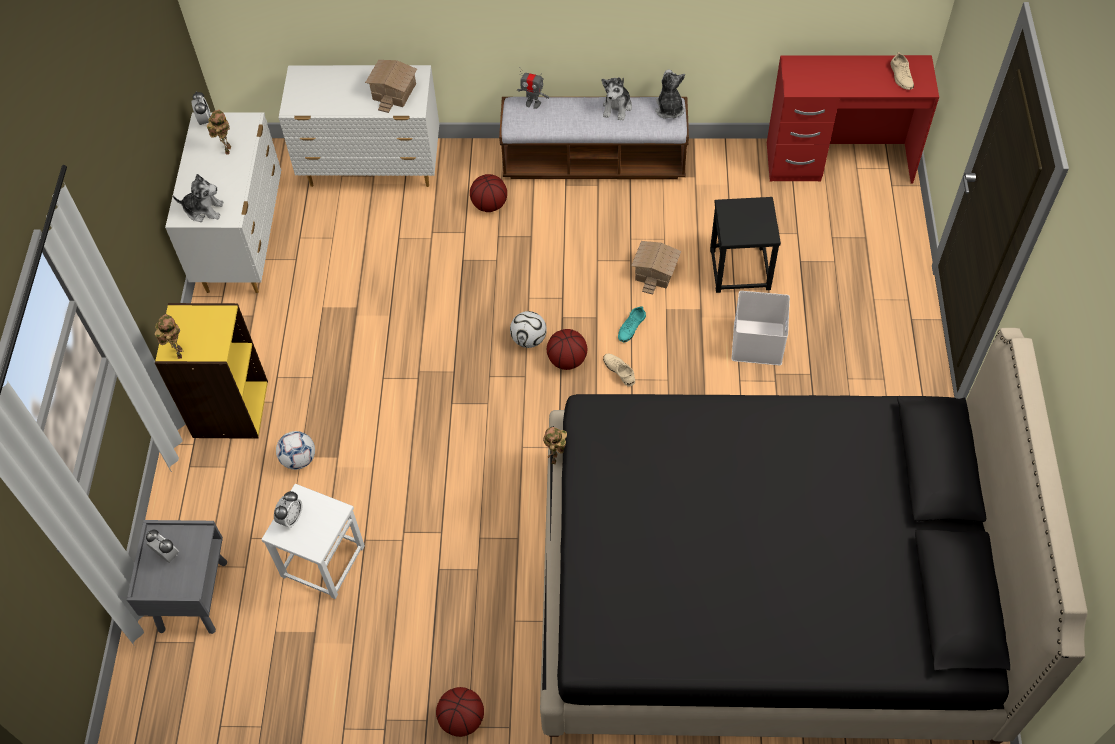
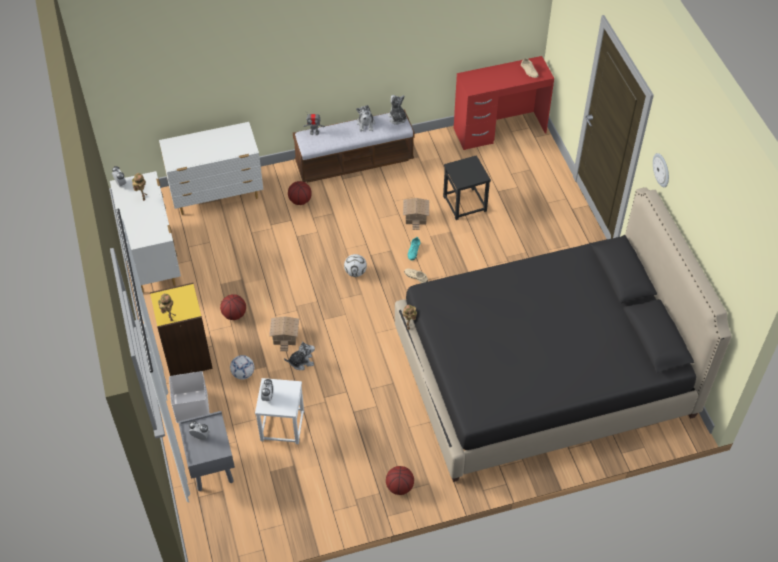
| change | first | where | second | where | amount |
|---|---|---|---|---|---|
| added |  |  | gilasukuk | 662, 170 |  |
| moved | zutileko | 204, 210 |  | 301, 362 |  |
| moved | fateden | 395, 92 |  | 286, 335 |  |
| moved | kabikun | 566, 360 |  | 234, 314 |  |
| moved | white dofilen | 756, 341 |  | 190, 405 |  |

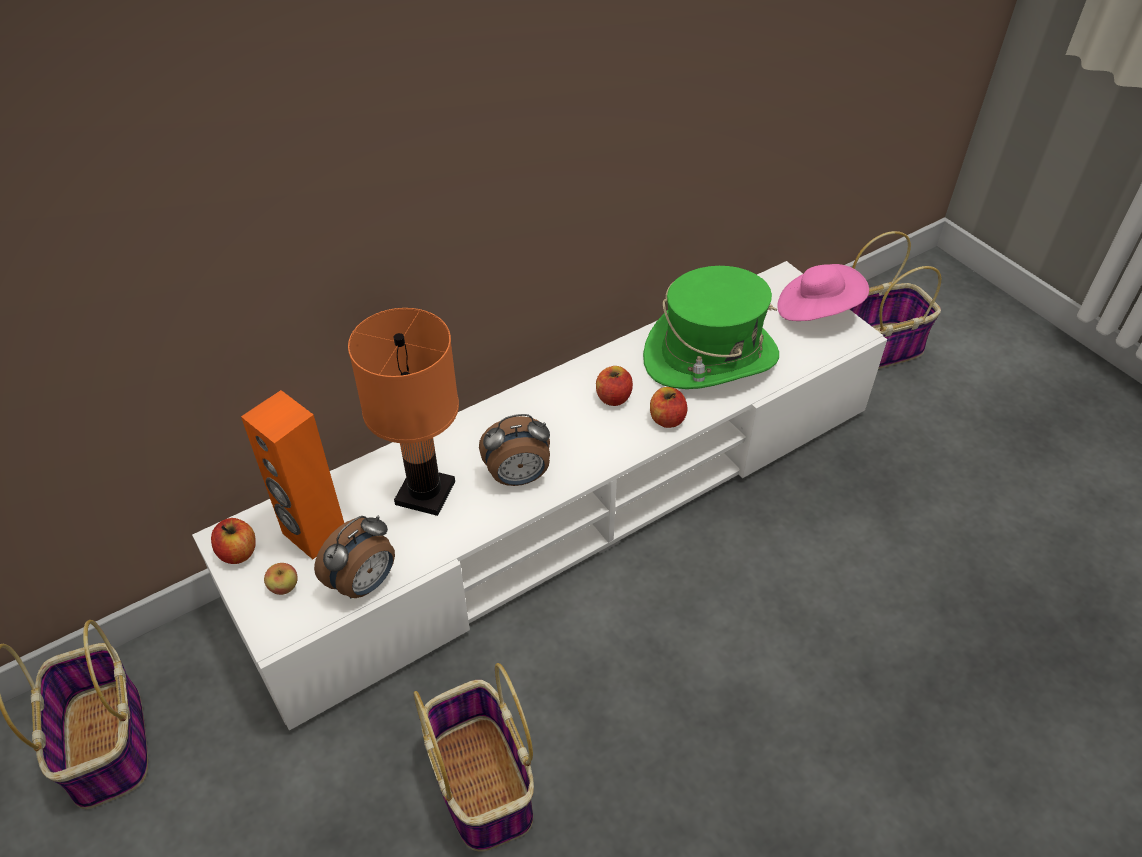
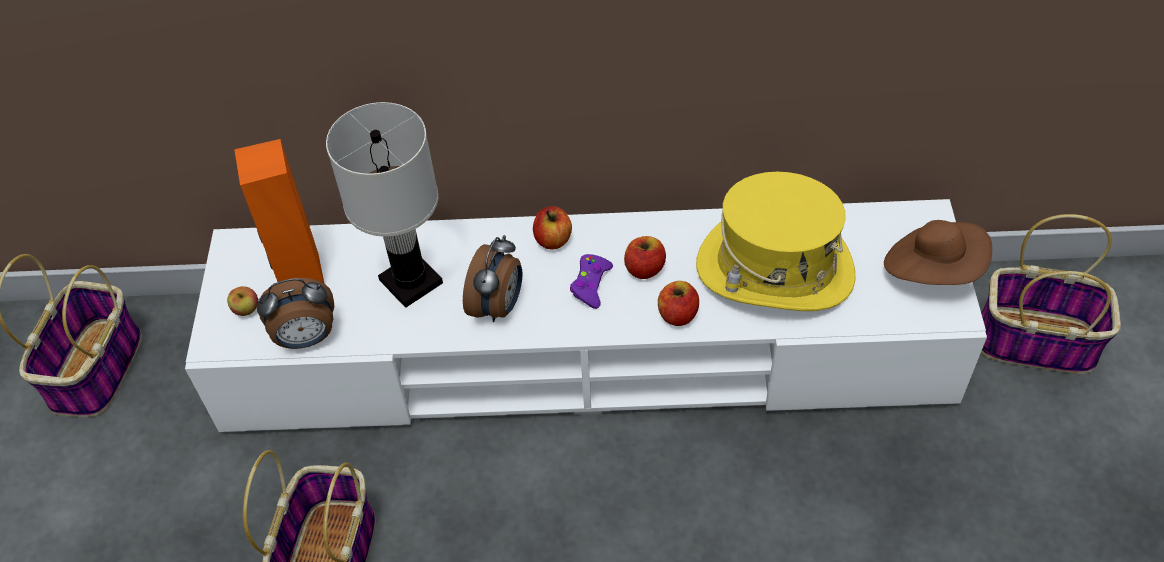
| change | first | where | second | where | amount |
|---|---|---|---|---|---|
| added |  |  | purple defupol | 590, 285 |  |
| moved | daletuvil | 238, 552 |  | 553, 239 |  |
| recoloured | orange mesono | 425, 492 | white mesono | 411, 281 |  |
| recoloured | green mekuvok | 710, 357 | yellow mekuvok | 774, 270 |  |
| recoloured | pink mekuvok | 816, 310 | brown mekuvok | 933, 270 |  |
| turned | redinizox | 518, 477 |  | 498, 306 | 90 degrees counterclockwise |

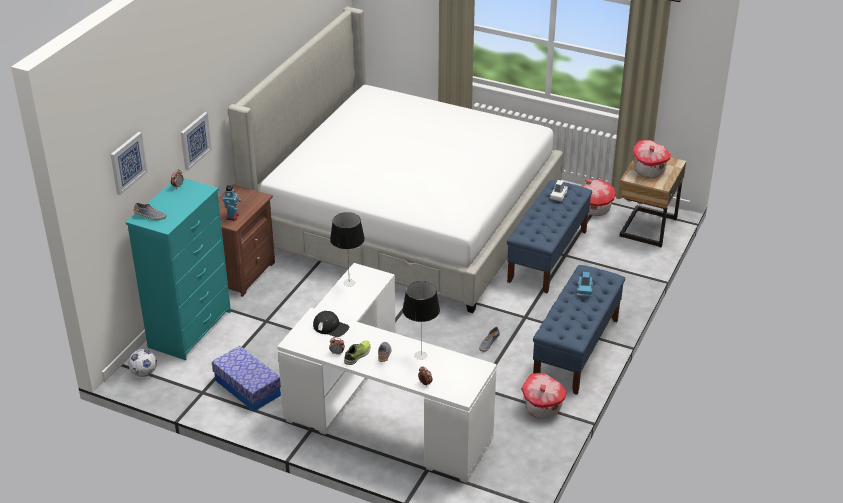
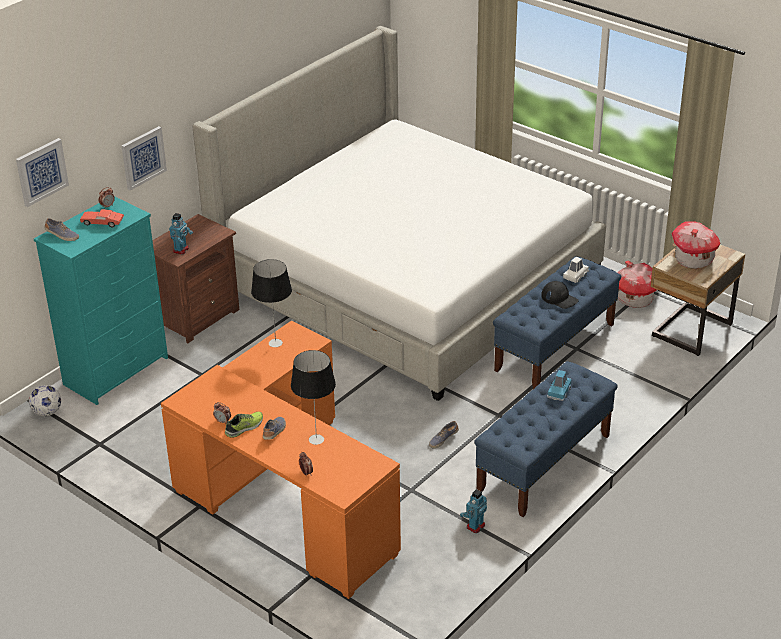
| change | first | where | second | where | amount |
|---|---|---|---|---|---|
| removed | dofilen | 247, 388 |  |  |  |
| added |  |  | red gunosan | 102, 223 |  |
| moved | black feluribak | 331, 327 |  | 559, 298 |  |
| replaced | fateden | 542, 408 | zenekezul | 475, 526 |  |
| recoloured | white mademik | 378, 412 | orange mademik | 283, 498 |  |

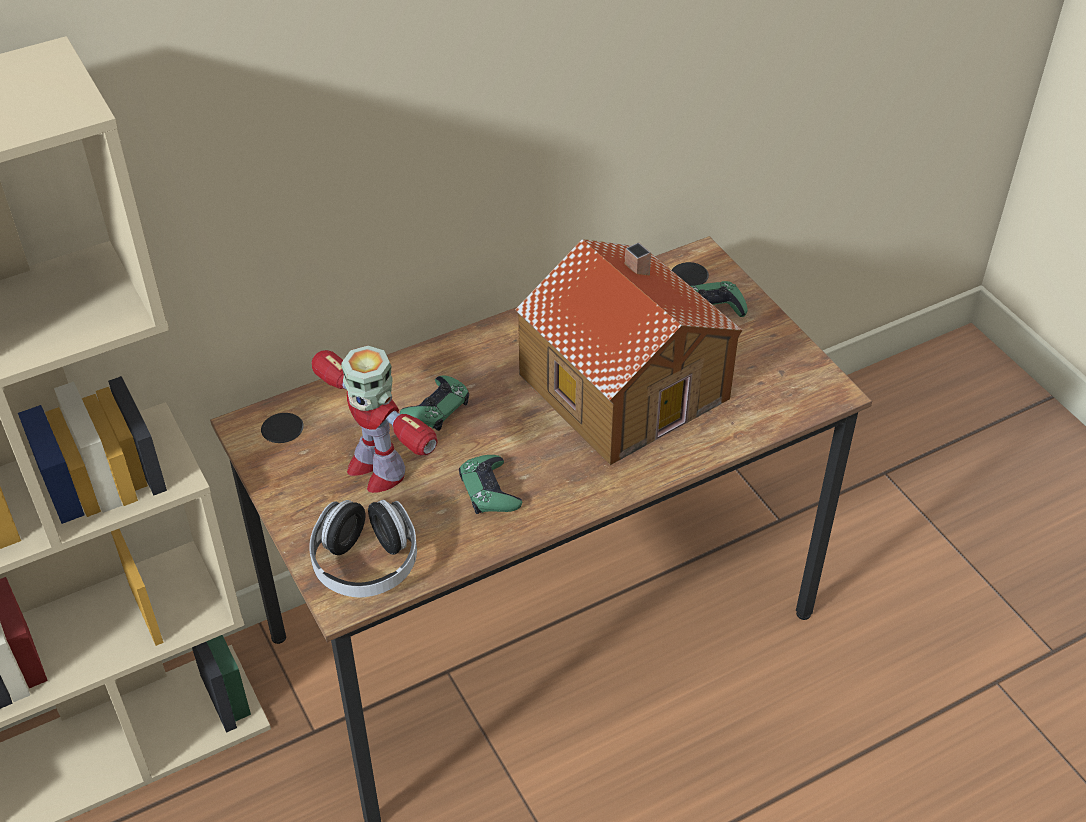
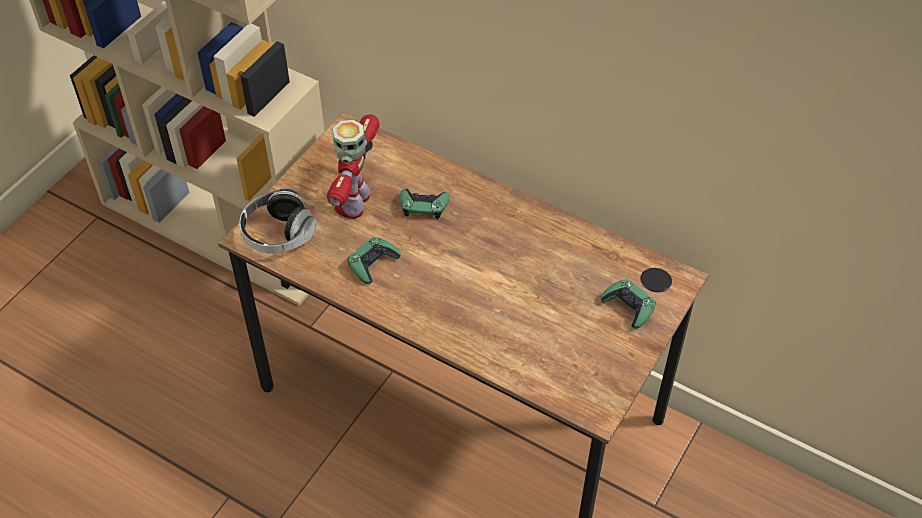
| change | first | where | second | where | amount |
|---|---|---|---|---|---|
| removed | fateden | 624, 383 |  |  |  |

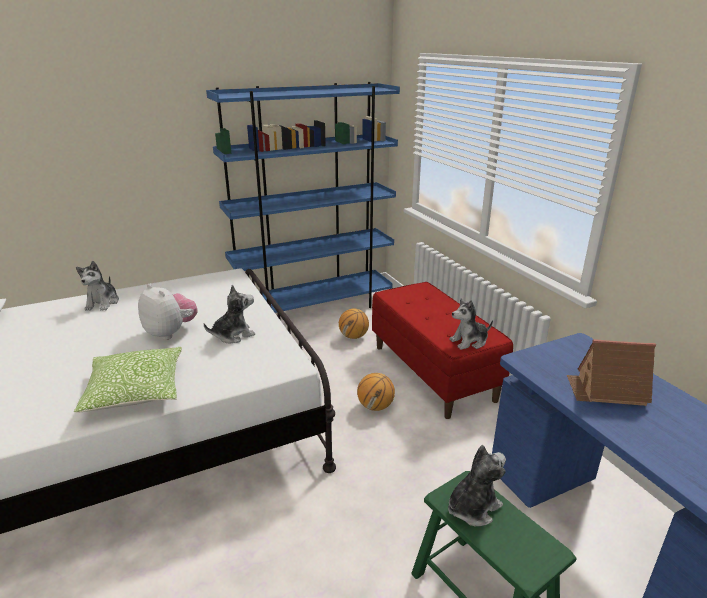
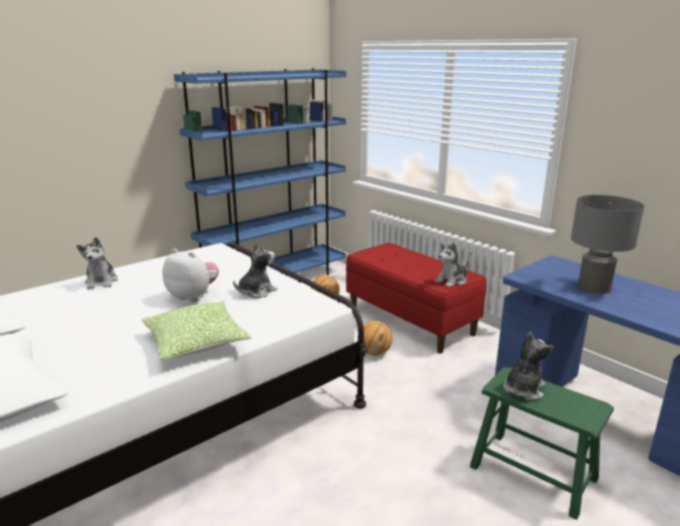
| change | first | where | second | where | amount |
|---|---|---|---|---|---|
| replaced | fateden | 606, 390 | grey mesono | 594, 287 |  |

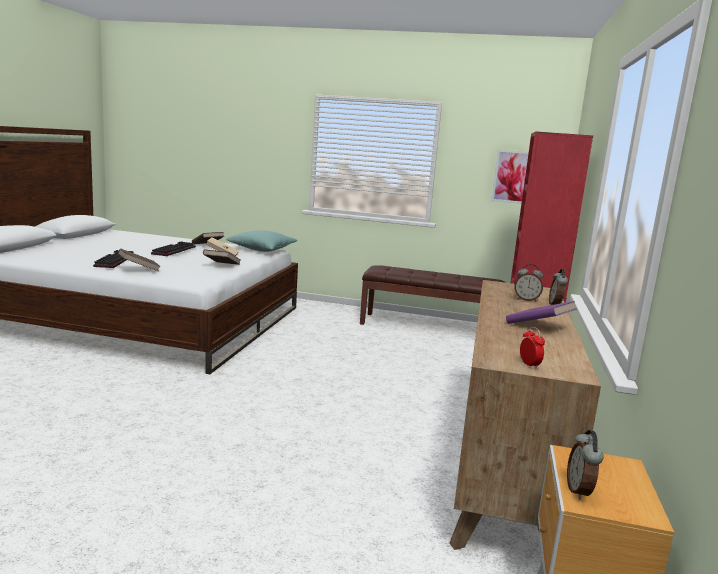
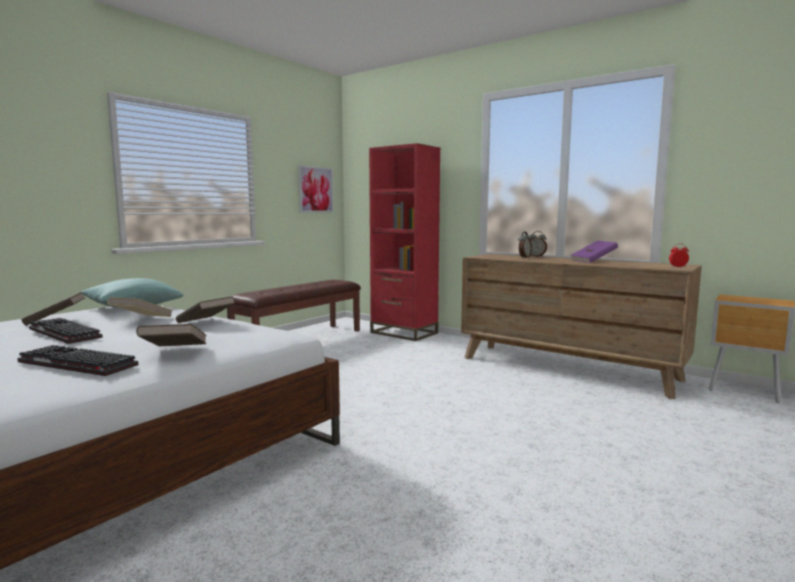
| change | first | where | second | where | amount |
|---|---|---|---|---|---|
| removed | redinizox | 580, 491 |  |  |  |

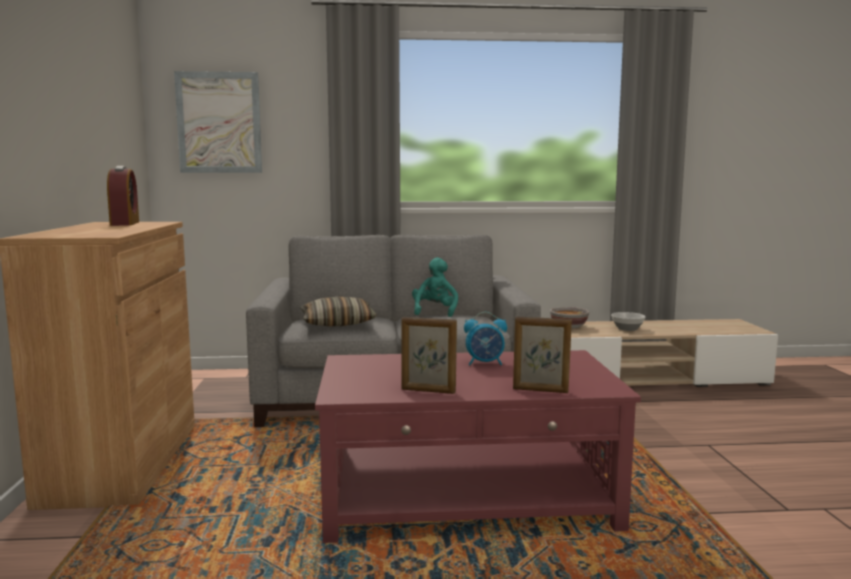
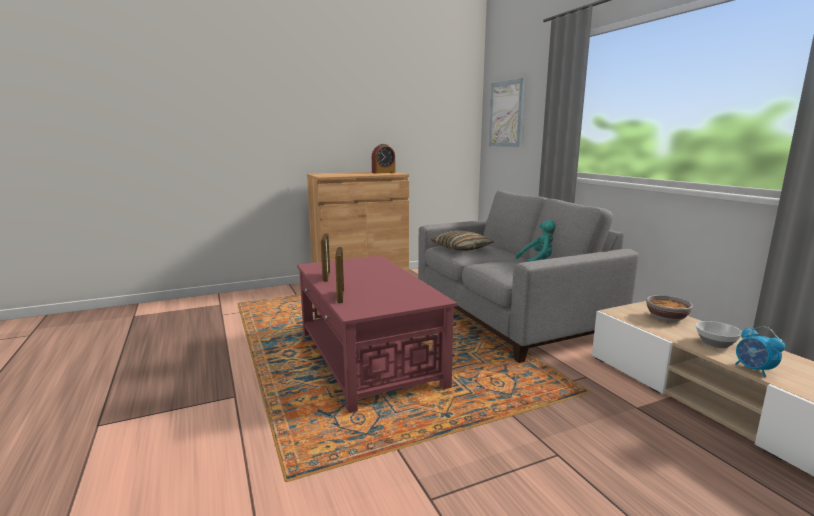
| change | first | where | second | where | amount |
|---|---|---|---|---|---|
| moved | redinizox | 485, 363 |  | 754, 370 |  |

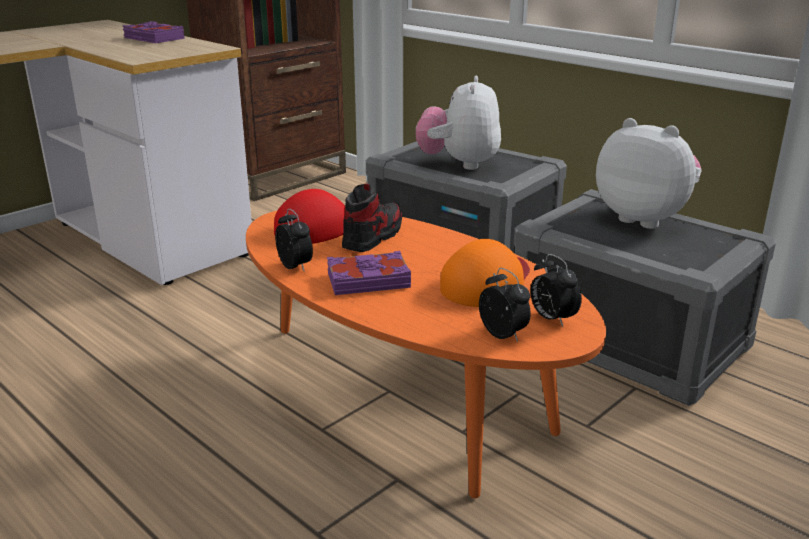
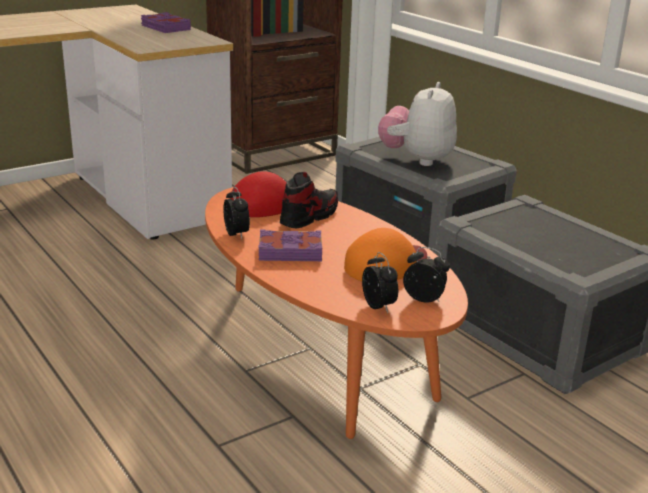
| change | first | where | second | where | amount |
|---|---|---|---|---|---|
| removed | zutileko | 644, 218 |  |  |  |
| turned | redinizox | 551, 319 |  | 424, 299 | 135 degrees clockwise |

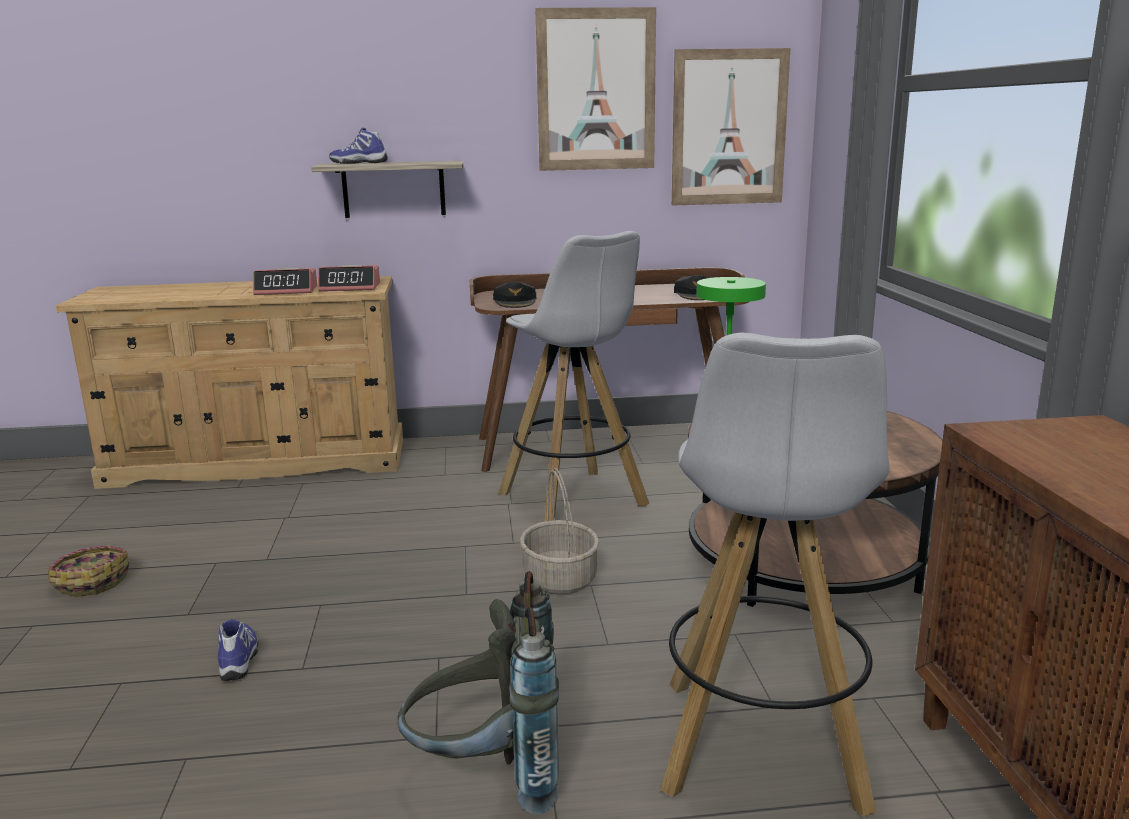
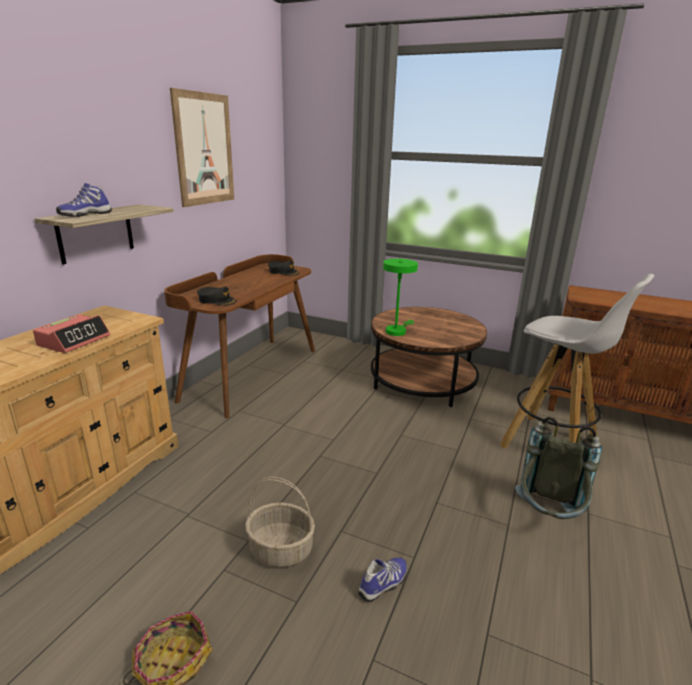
| change | first | where | second | where | amount |
|---|---|---|---|---|---|
| removed | redinizox | 350, 287 |  |  |  |
| removed | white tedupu | 574, 500 |  |  |  |
| removed | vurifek | 729, 128 |  |  |  |
| moved | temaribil | 561, 579 |  | 281, 549 |  |
| turned | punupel | 240, 659 |  | 384, 584 | 120 degrees clockwise |

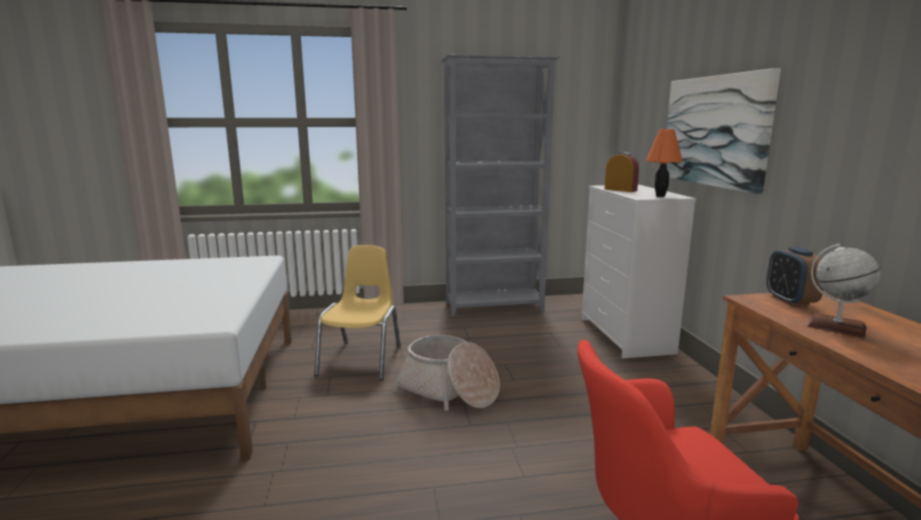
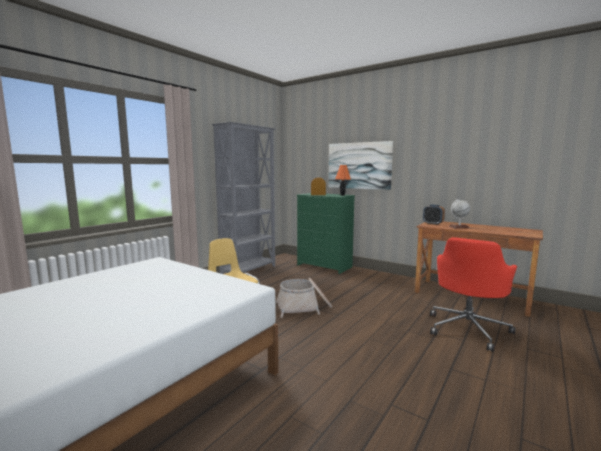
| change | first | where | second | where | amount |
|---|---|---|---|---|---|
| recoloured | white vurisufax | 626, 336 | green vurisufax | 325, 266 |  |

